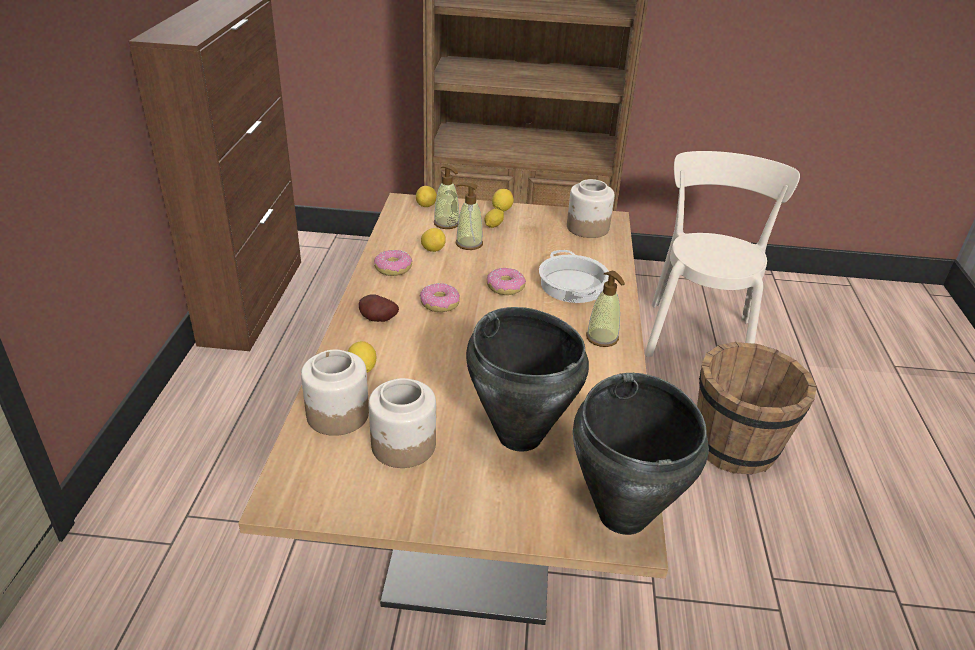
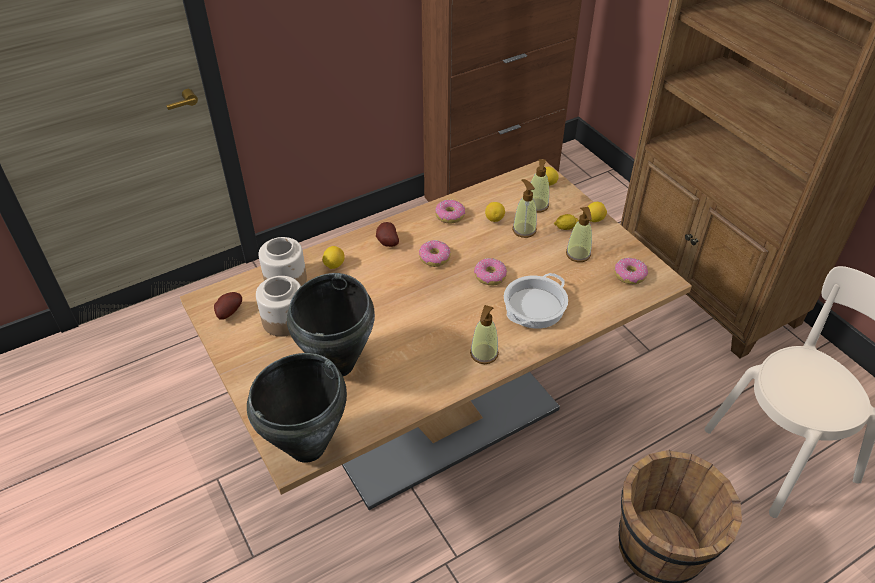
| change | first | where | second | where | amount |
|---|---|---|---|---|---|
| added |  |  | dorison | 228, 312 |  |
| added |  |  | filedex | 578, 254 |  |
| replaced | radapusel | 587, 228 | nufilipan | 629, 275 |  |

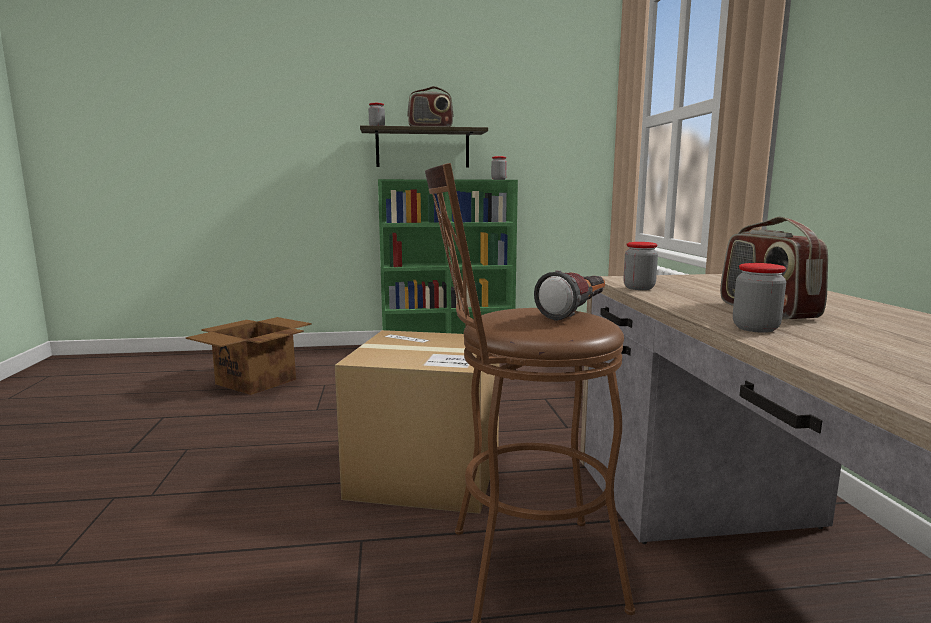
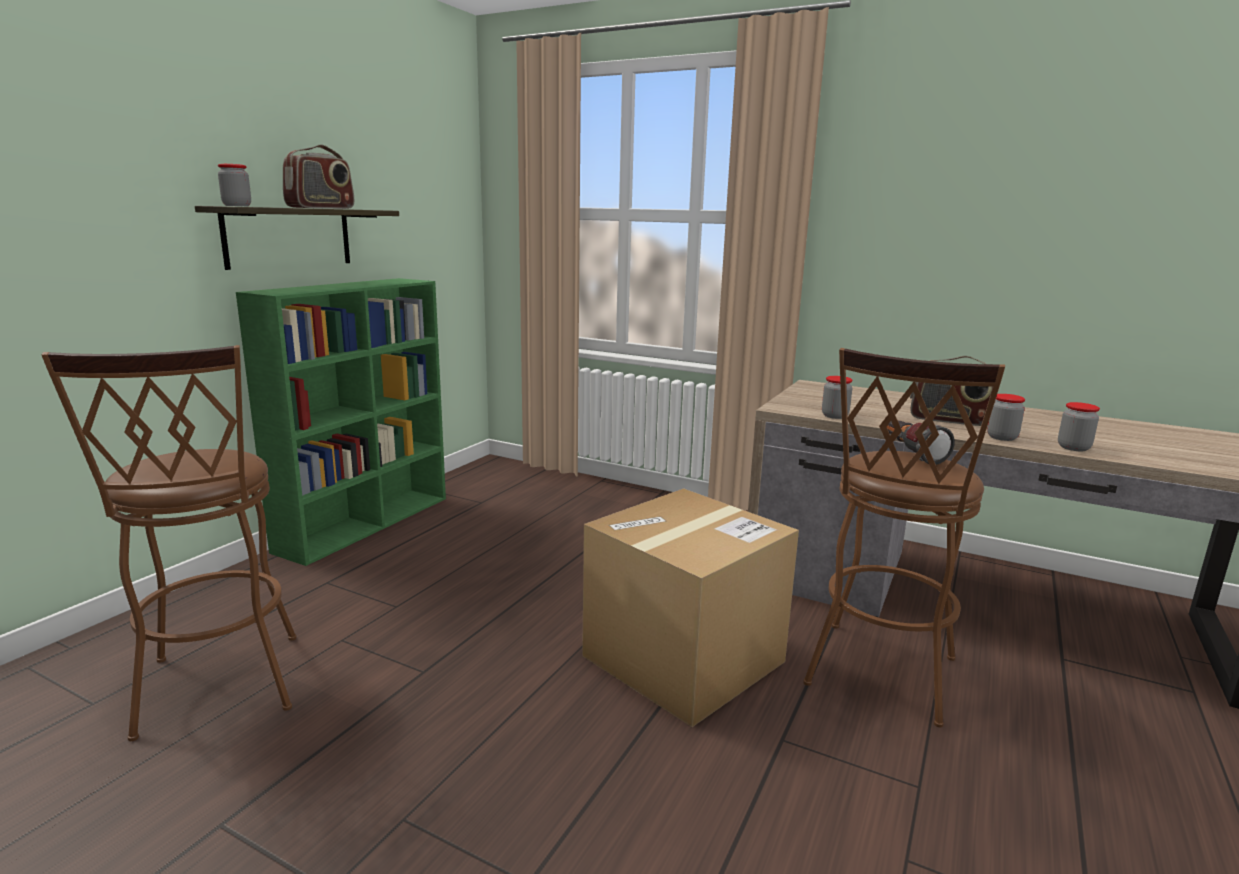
| change | first | where | second | where | amount |
|---|---|---|---|---|---|
| moved | radapusel | 498, 179 |  | 1073, 448 |  |
| replaced | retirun | 255, 382 | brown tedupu | 218, 692 |  |

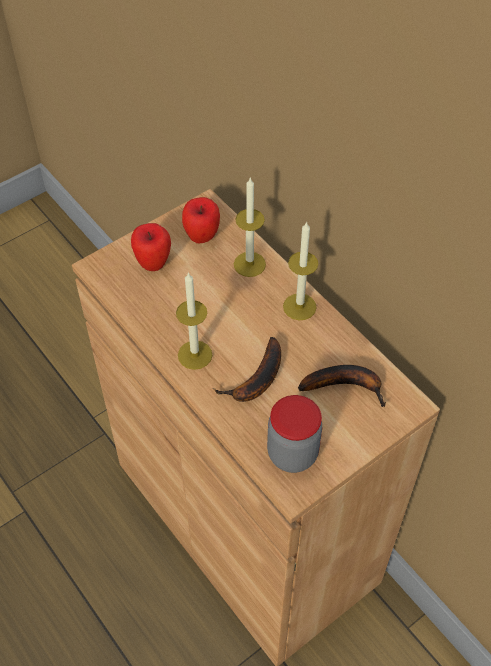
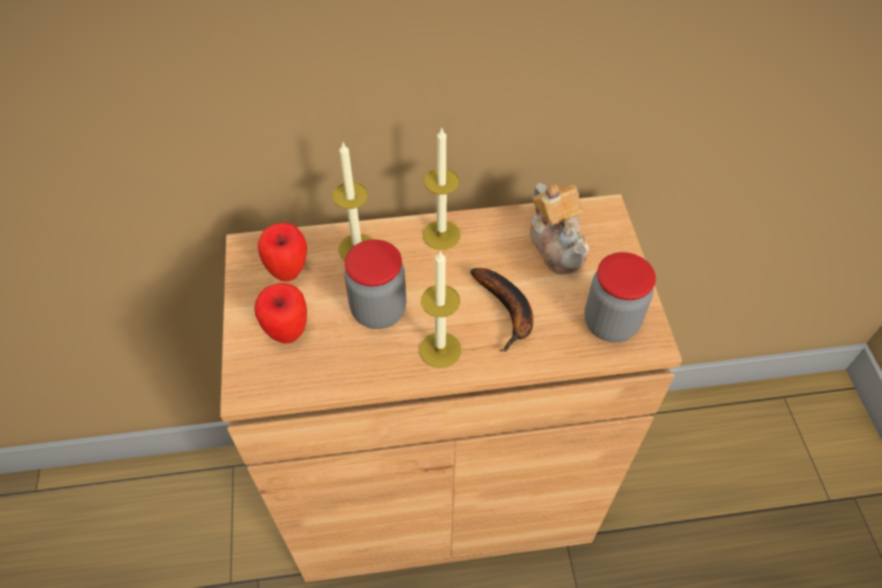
| change | first | where | second | where | amount |
|---|---|---|---|---|---|
| added |  |  | radapusel | 378, 310 |  |
| replaced | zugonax | 346, 385 | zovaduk | 557, 244 |  |

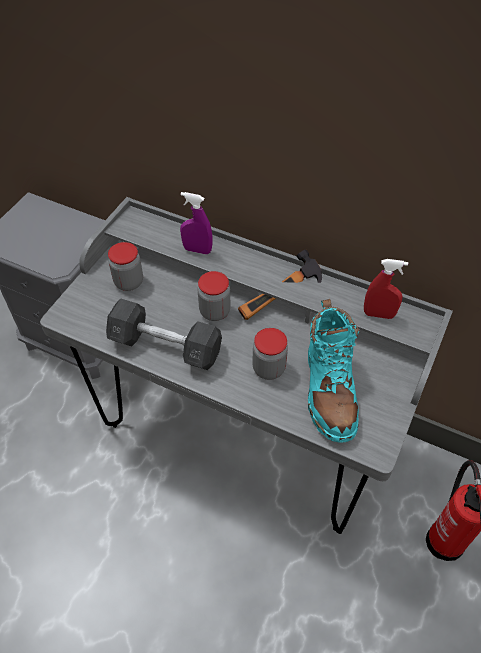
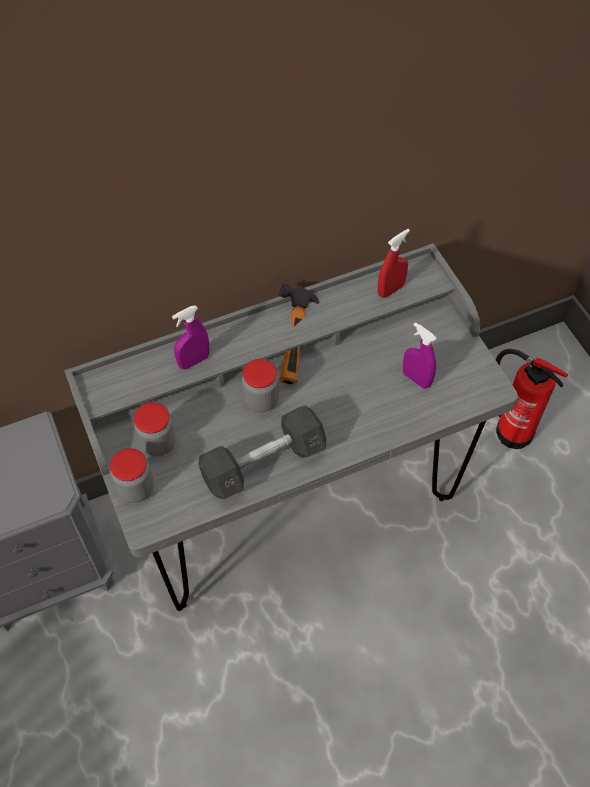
| change | first | where | second | where | amount |
|---|---|---|---|---|---|
| moved | radapusel | 268, 368 |  | 136, 489 |  |
| replaced | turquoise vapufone | 329, 390 | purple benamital | 416, 379 |  |

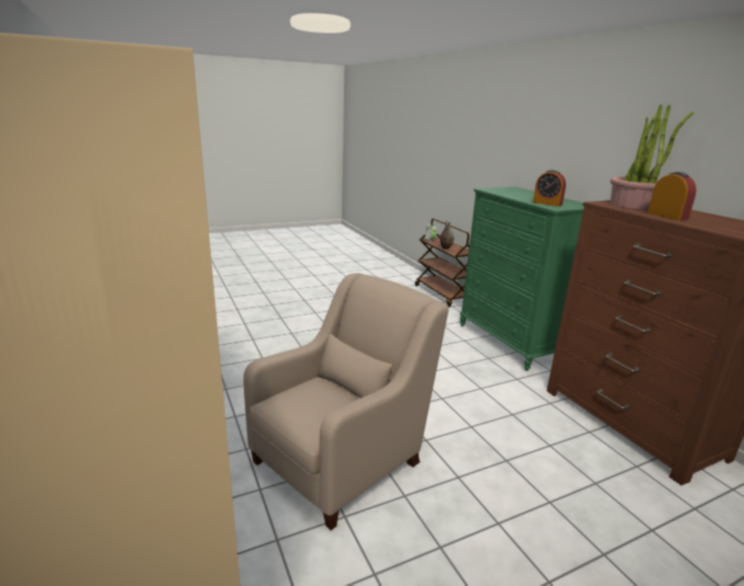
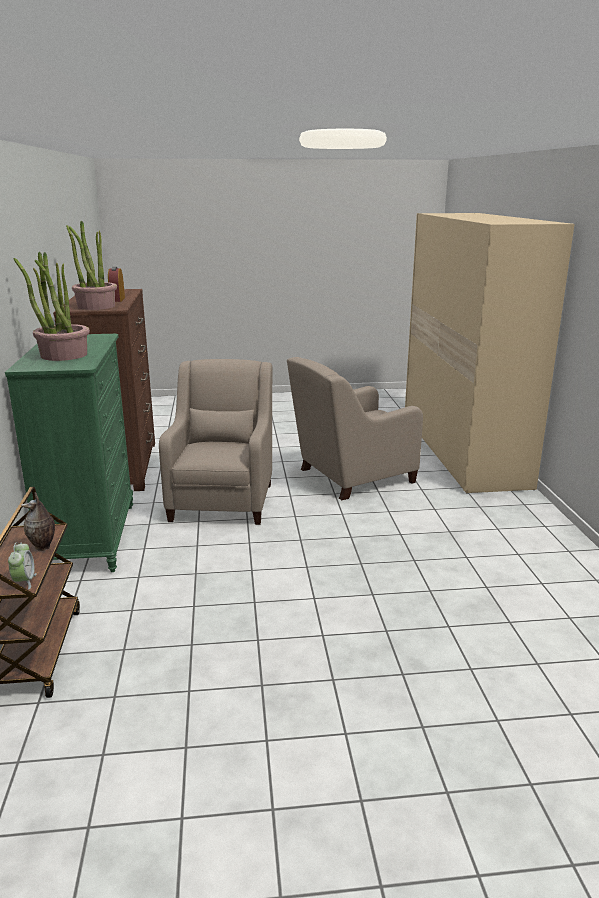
| change | first | where | second | where | amount |
|---|---|---|---|---|---|
| removed | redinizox | 547, 203 |  |  |  |
| added |  |  | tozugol | 63, 355 |  |
| added |  |  | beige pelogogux | 223, 499 |  |

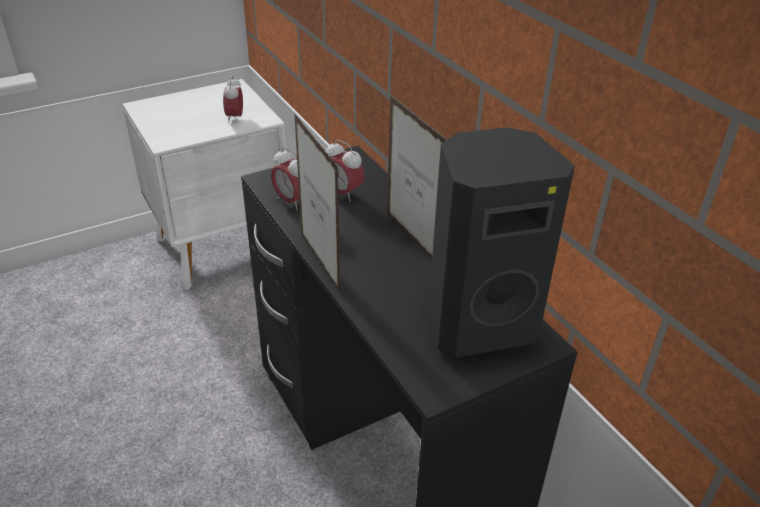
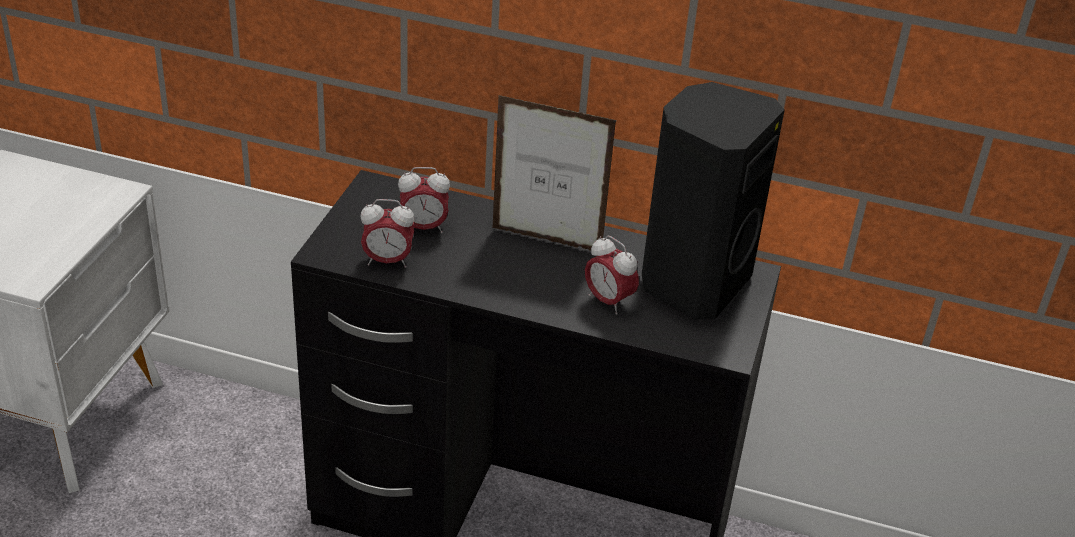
| change | first | where | second | where | amount |
|---|---|---|---|---|---|
| removed | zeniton | 320, 262 |  |  |  |
| moved | redinizox | 235, 118 |  | 608, 301 |  |

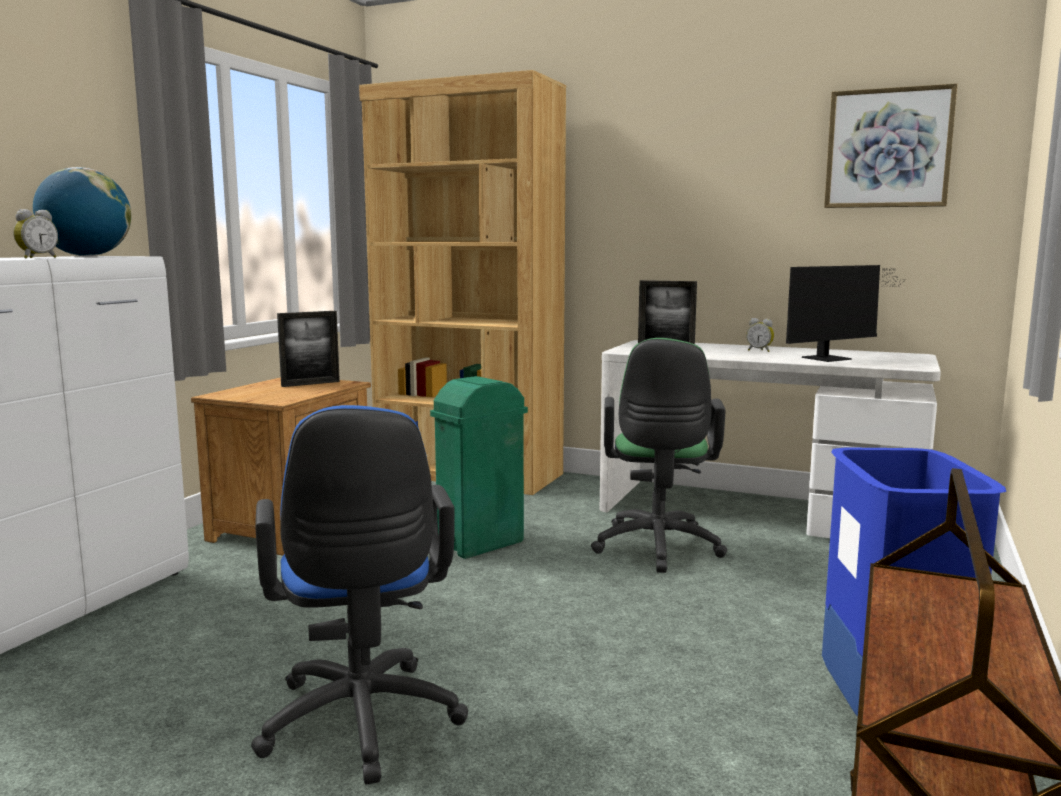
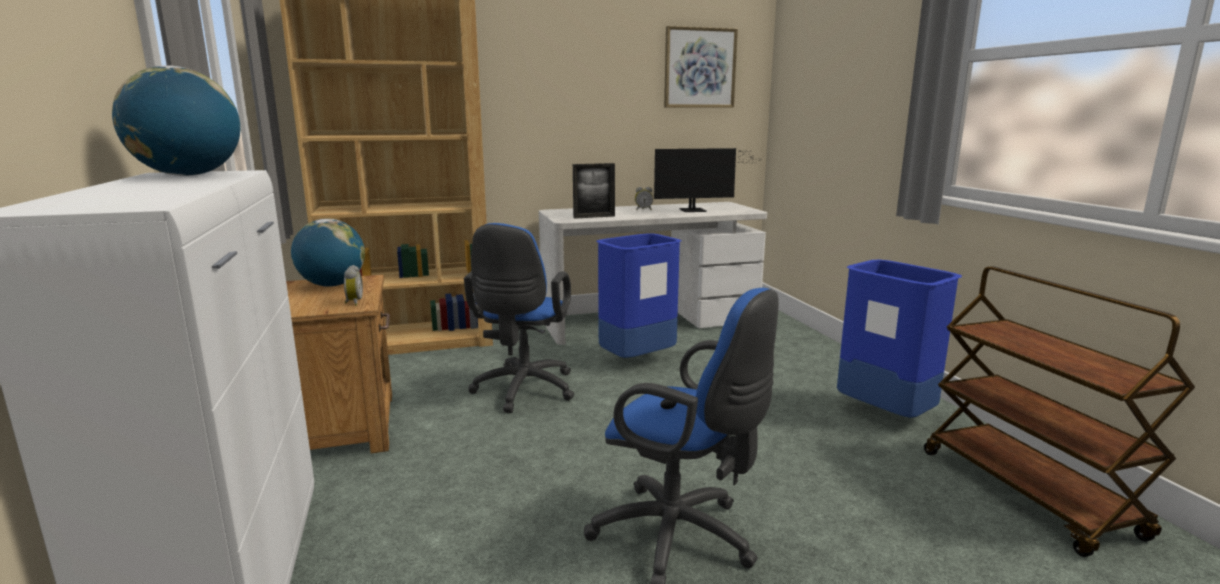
| change | first | where | second | where | amount |
|---|---|---|---|---|---|
| moved | redinizox | 37, 258 |  | 353, 303 |  |
| replaced | zeniton | 310, 384 | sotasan | 332, 285 |  |
| replaced | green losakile | 479, 544 | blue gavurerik | 522, 391 |  |
| replaced | green gavurerik | 657, 549 | blue losakile | 637, 360 |  |
| turned | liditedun | 832, 358 |  | 697, 210 | 60 degrees clockwise |

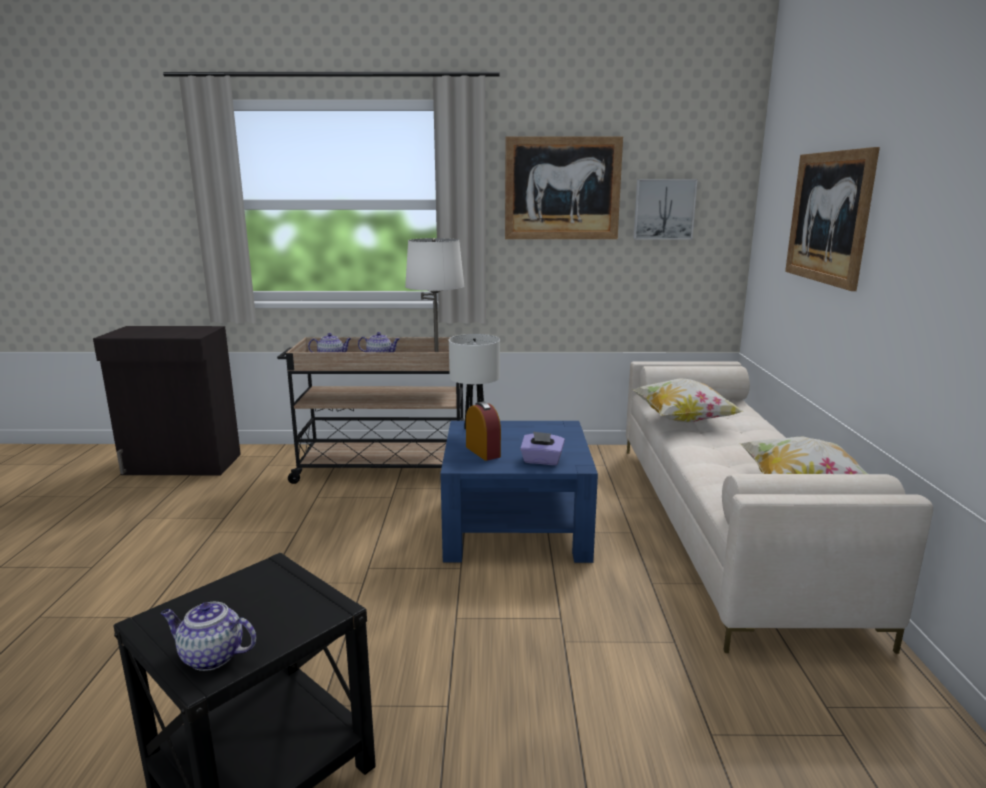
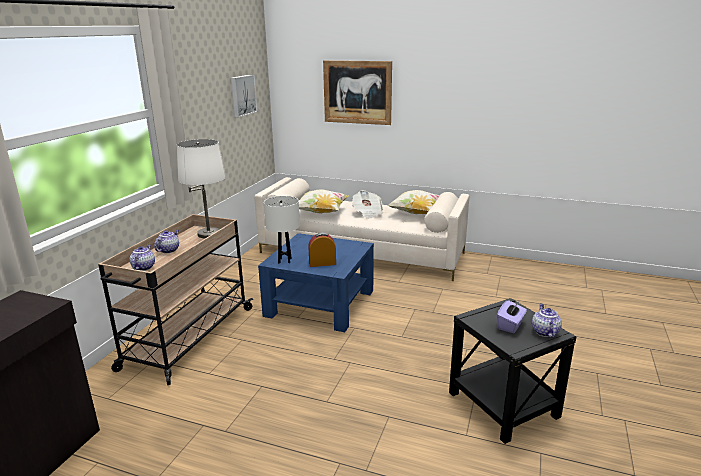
| change | first | where | second | where | amount |
|---|---|---|---|---|---|
| removed | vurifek | 562, 188 |  |  |  |
| added |  |  | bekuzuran | 367, 213 |  |
| moved | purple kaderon | 542, 461 |  | 510, 325 |  |
| turned | zovaduk | 210, 656 |  | 544, 331 | 150 degrees clockwise |

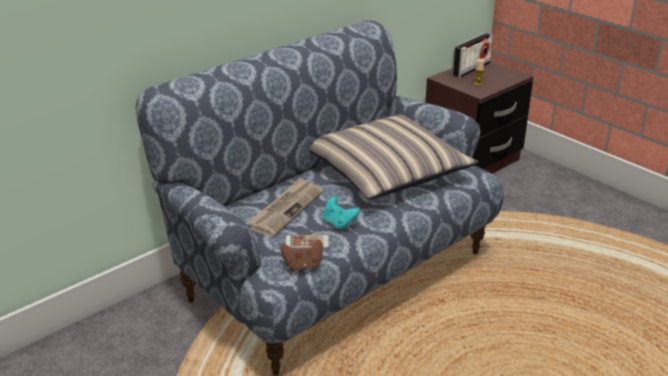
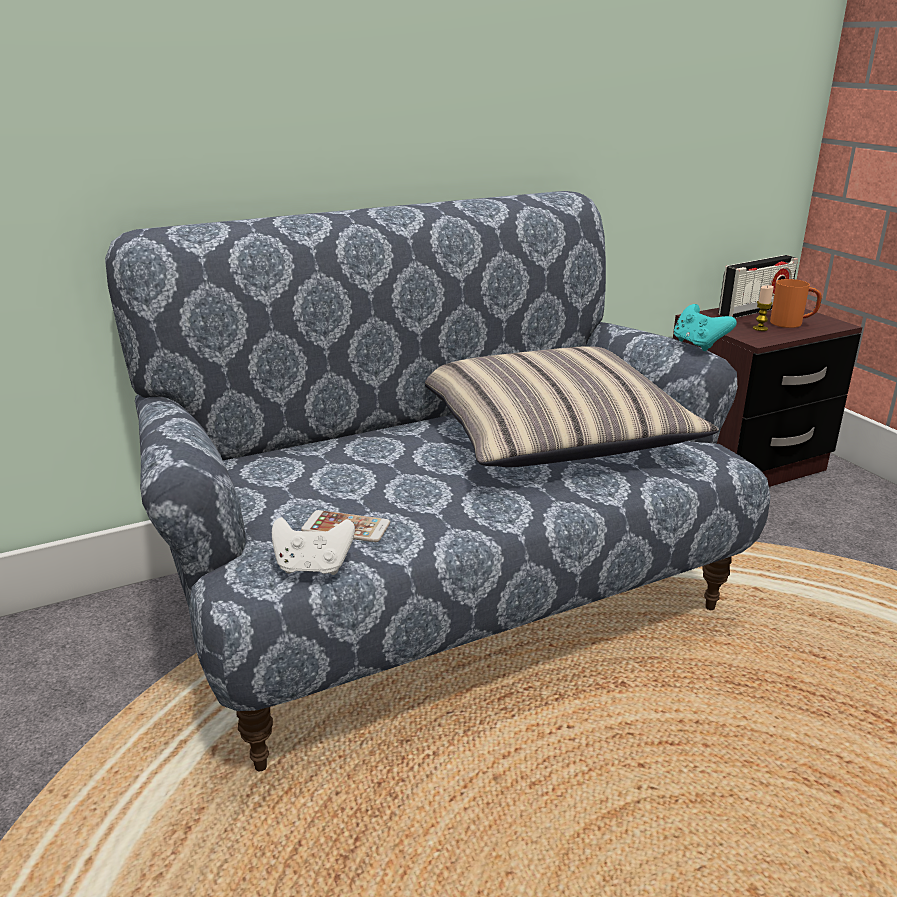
| change | first | where | second | where | amount |
|---|---|---|---|---|---|
| removed | bekuzuran | 286, 209 |  |  |  |
| added |  |  | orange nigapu | 792, 324 |  |
| moved | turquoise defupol | 339, 223 |  | 698, 345 |  |
| recoloured | brown defupol | 303, 266 | white defupol | 313, 567 |  |

